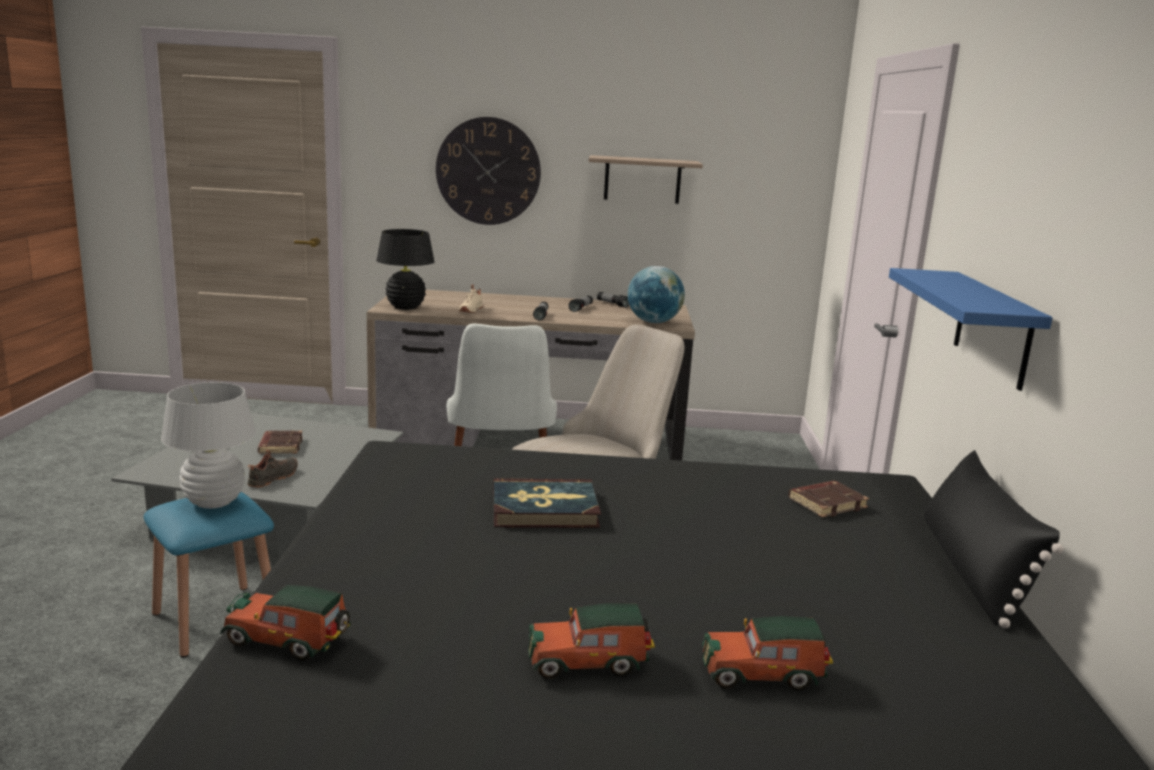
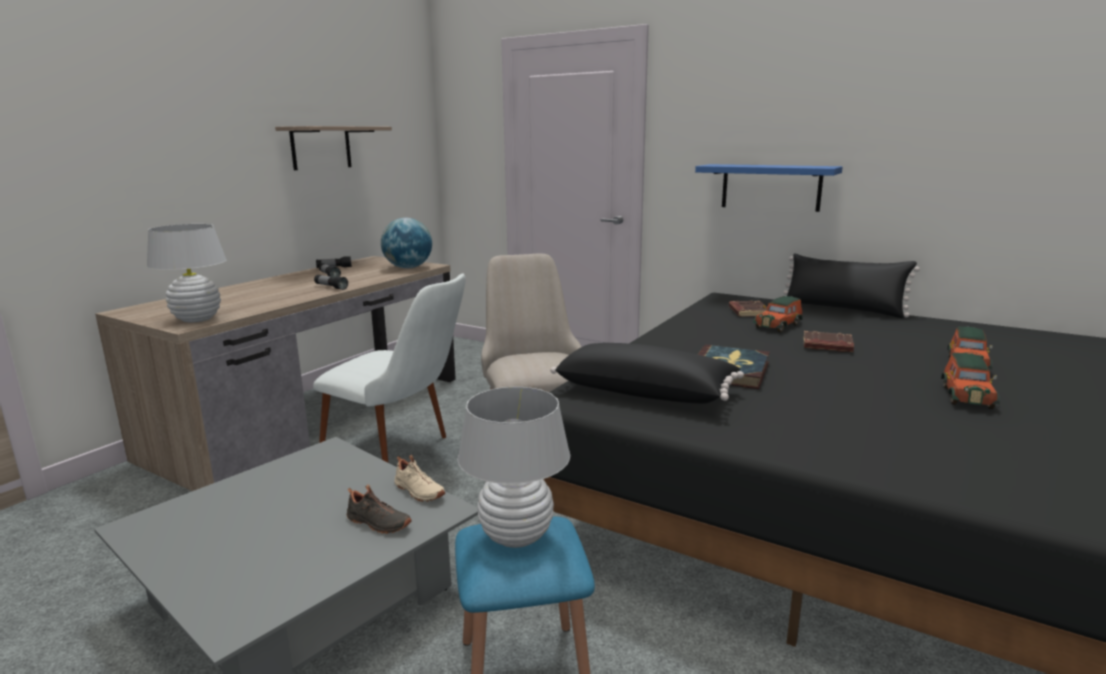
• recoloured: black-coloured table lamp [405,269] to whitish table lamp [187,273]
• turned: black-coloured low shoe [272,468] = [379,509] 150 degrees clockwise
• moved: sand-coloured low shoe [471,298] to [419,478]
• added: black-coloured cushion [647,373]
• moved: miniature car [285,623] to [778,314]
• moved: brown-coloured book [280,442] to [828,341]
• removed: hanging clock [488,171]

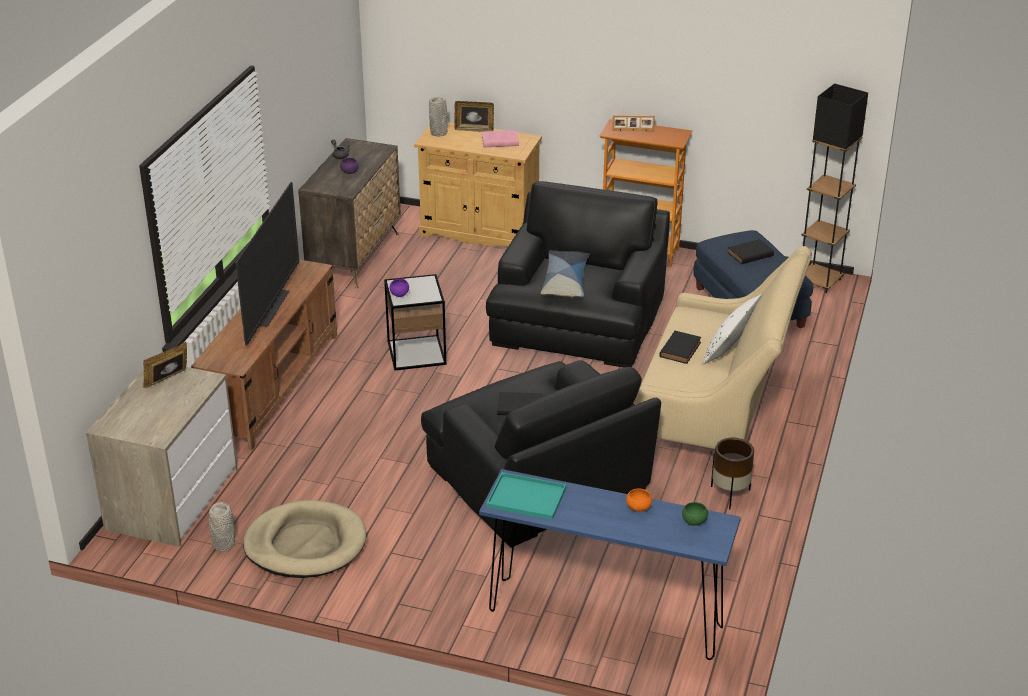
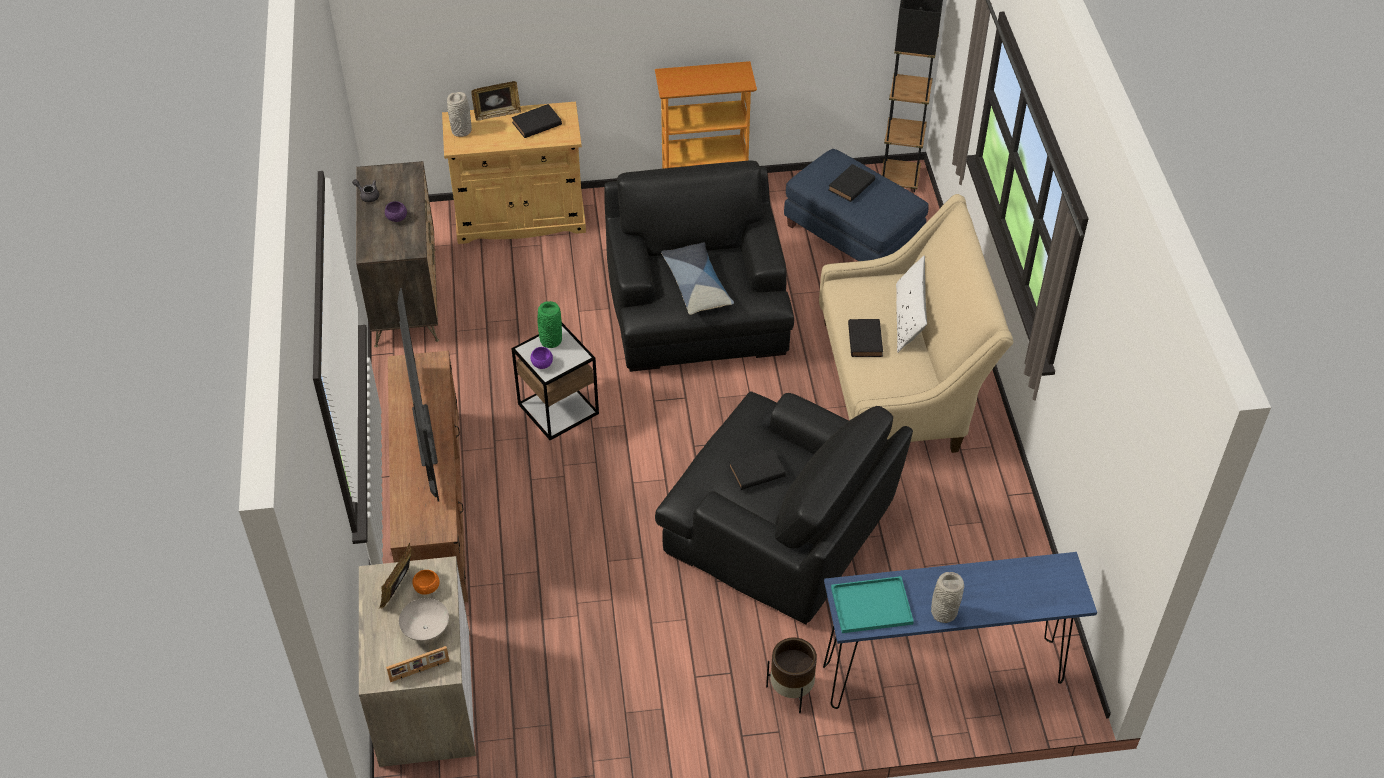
• moved: picture frame [633,123] to [417,664]
• added: whitish bowl [424,619]
• moved: orangey bowl [639,500] to [426,582]
• recoloured: pinkish book [500,138] to black-coloured book [537,121]
• added: green decorative vase [549,324]
• moved: brown-coloured plant pot [732,473] to [791,675]
• moved: gray decorative vase [222,527] to [947,597]
• removed: sand-coloured dog cushion [304,539]
• removed: green bowl [695,514]

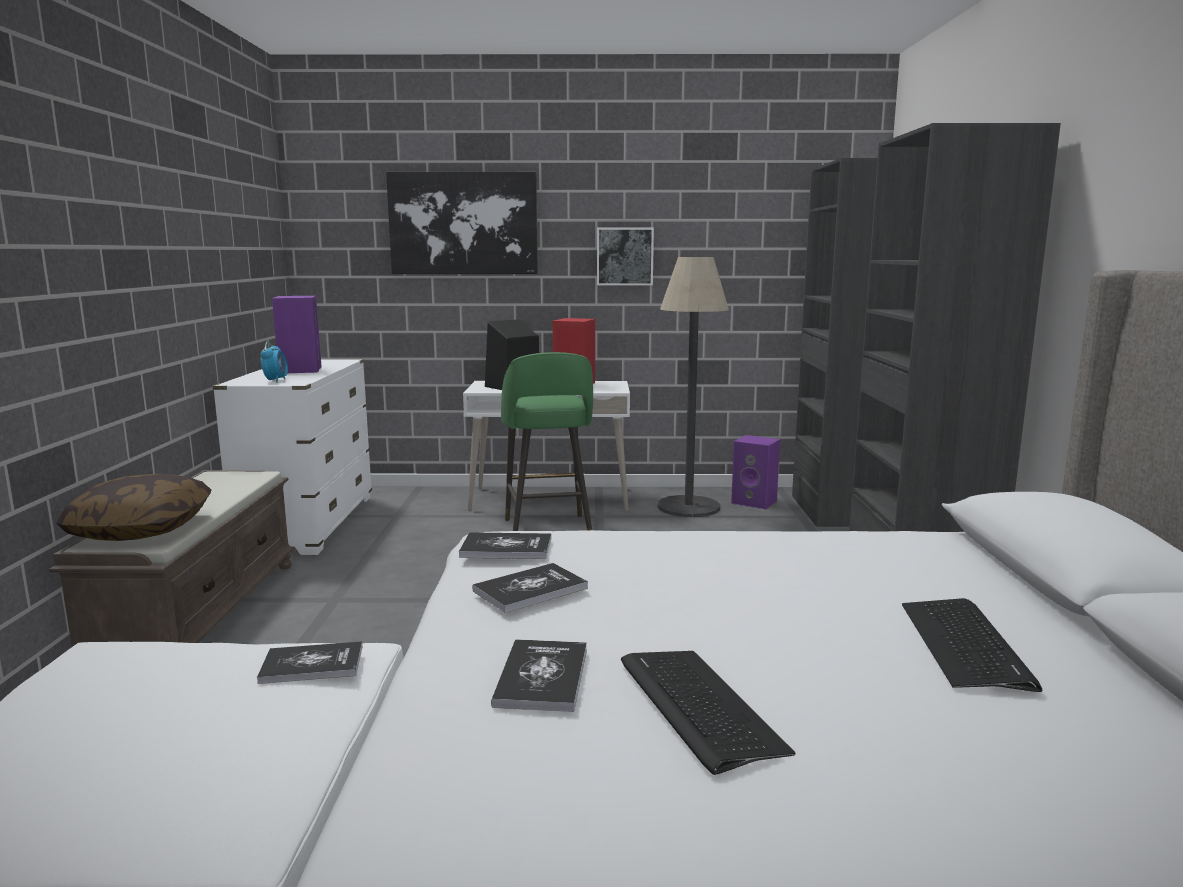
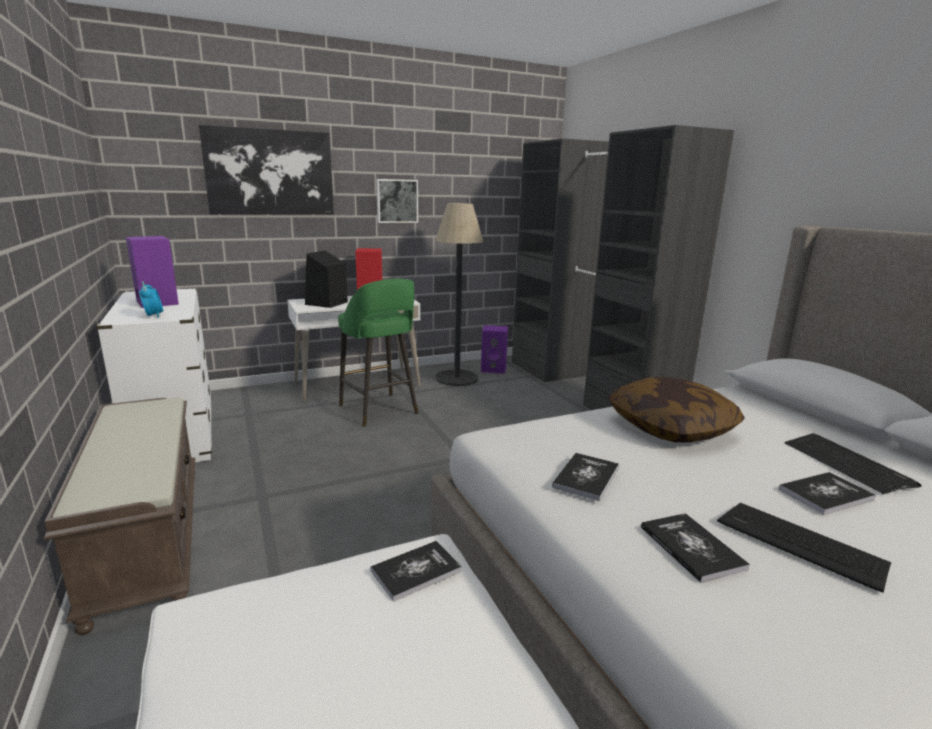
• moved: cushion [133,507] to [677,410]
• moved: book [505,545] to [827,493]

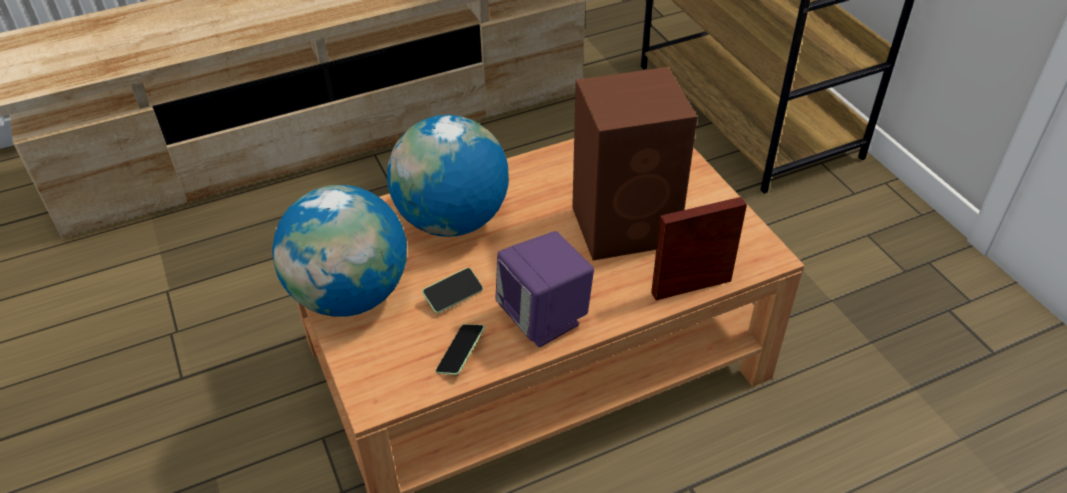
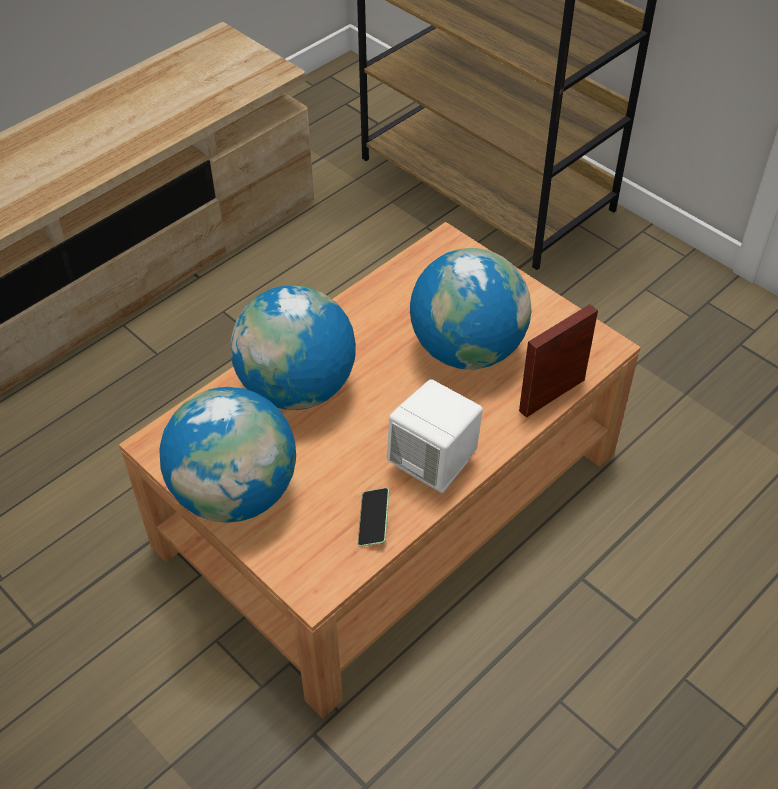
• recoloured: purple speaker [544,289] to whitish speaker [435,436]
• replaced: brown-coloured speaker [635,164] to world globe [470,308]
• removed: phone [452,290]

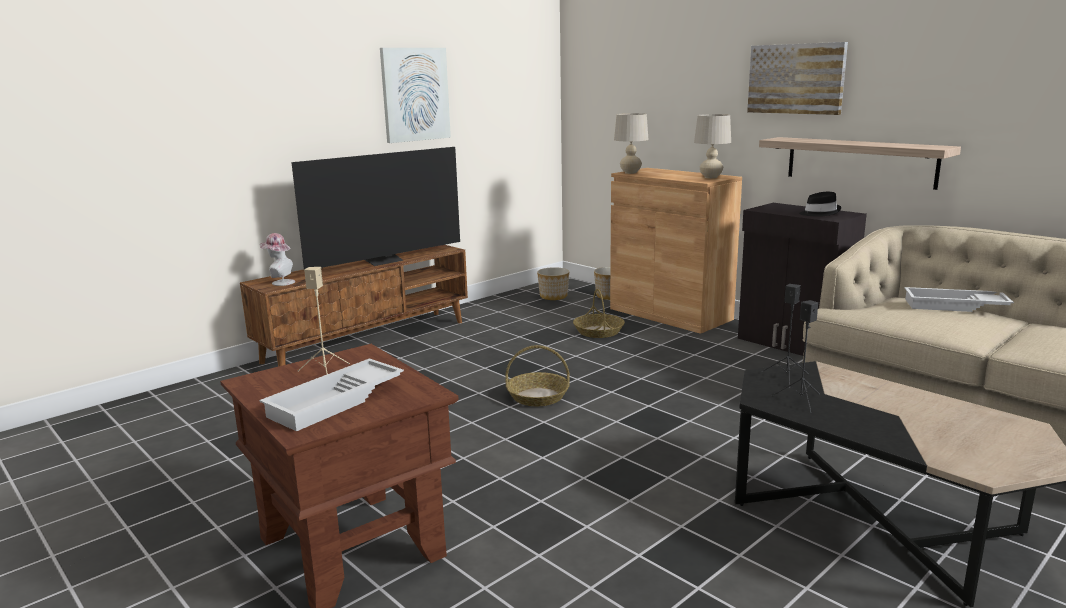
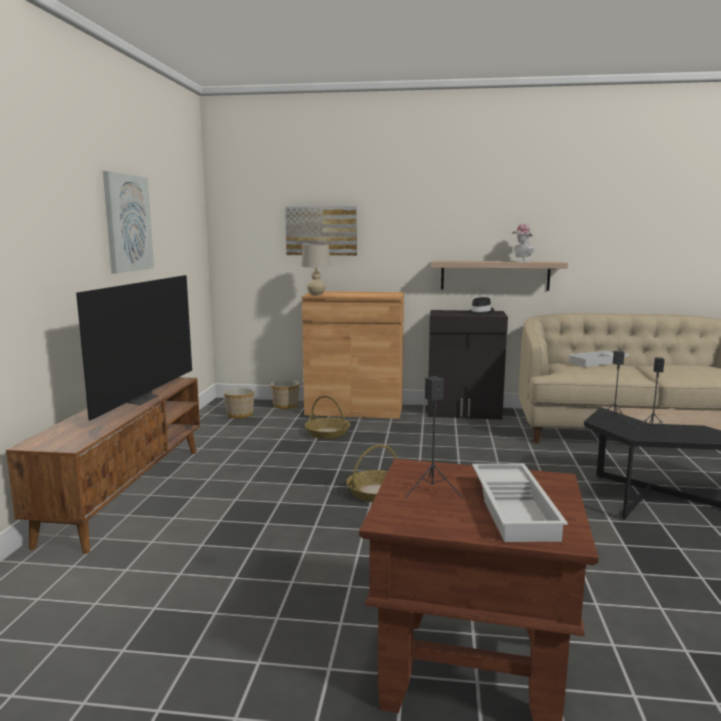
• moved: wall art [797,78] to [321,231]
• recoloured: sand-coloured speaker [324,320] to black-coloured speaker [434,437]
• moved: clothing hat [277,259] to [523,243]
• removed: sand-coloured table lamp [712,146]

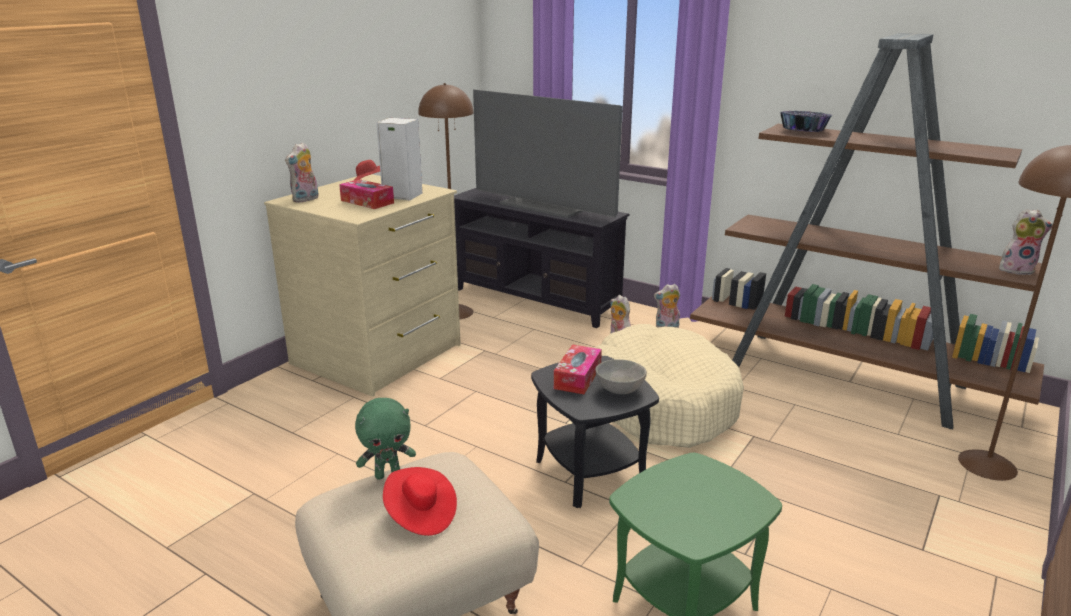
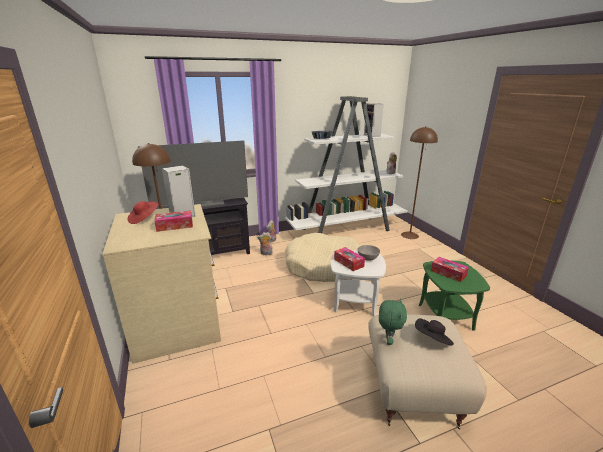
• recoloured: brown-coloured bookshelf [867,231] to whitish bookshelf [346,164]
• recoloured: black-coloured side table [595,432] to whitish side table [358,283]
• added: speaker [374,120]
• recoloured: red clothing hat [420,501] to black-coloured clothing hat [434,331]
• added: tissue box [450,269]
• removed: plush toy [302,172]

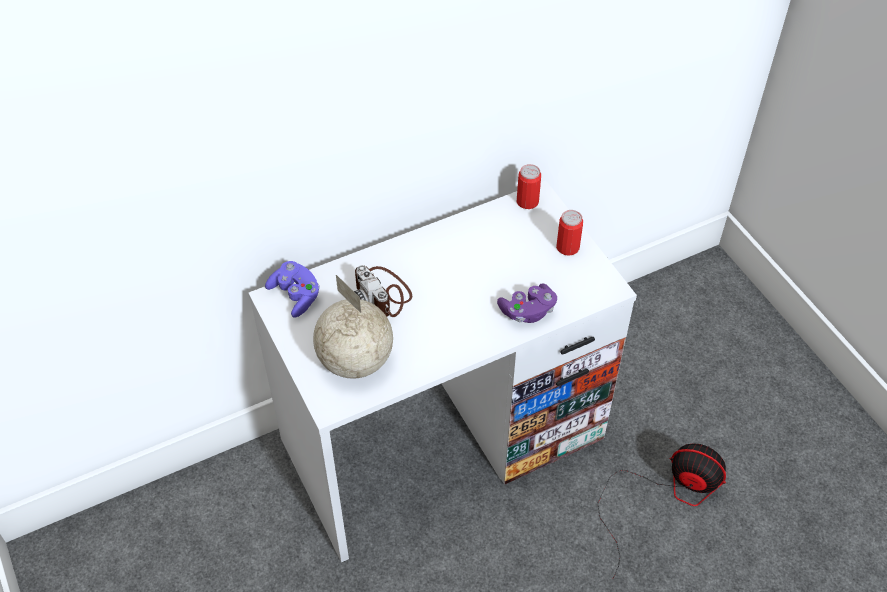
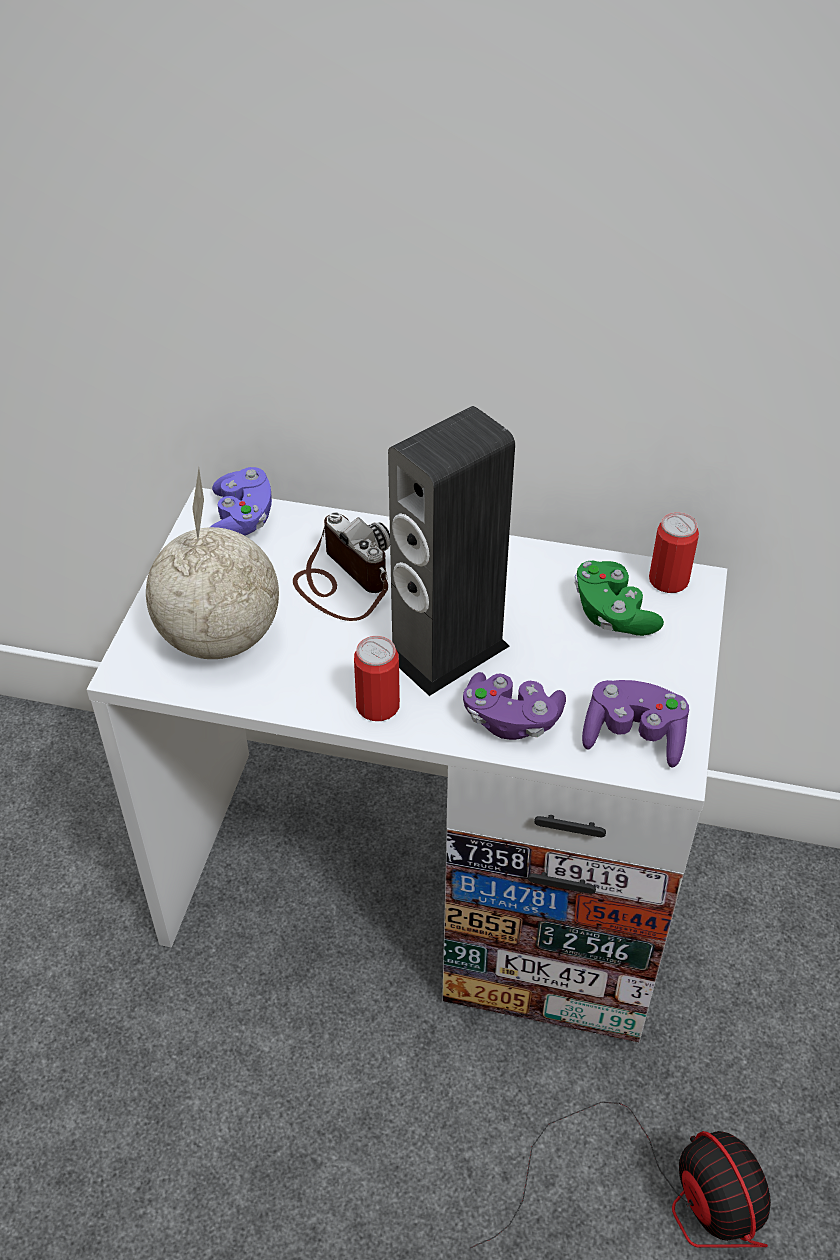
• turned: photo camera [383,291] = [341,566] 135 degrees clockwise
• moved: metal can [569,233] to [377,678]
• added: speaker [451,551]
• added: green joypad [619,598]
• added: purple joypad [635,724]

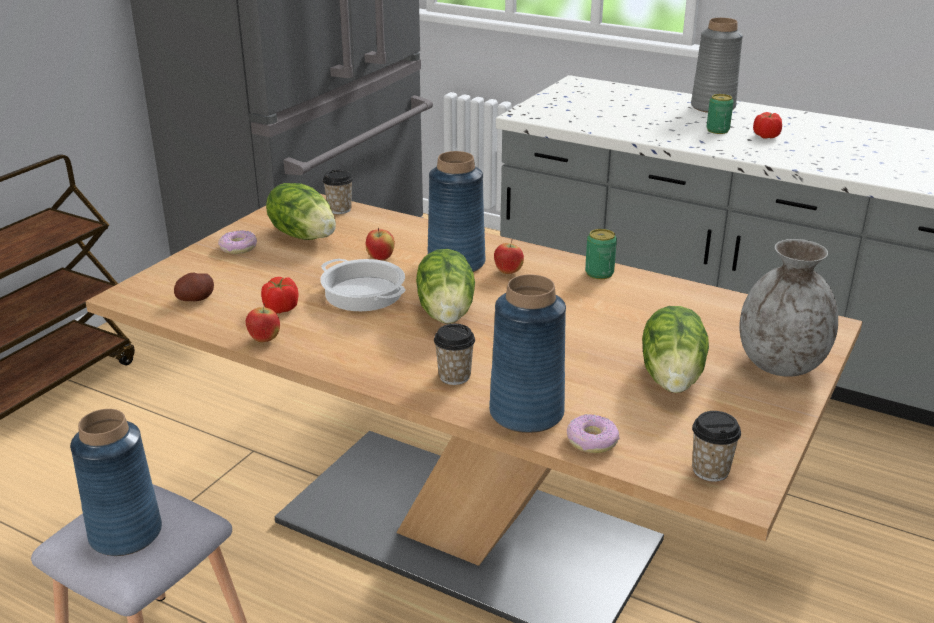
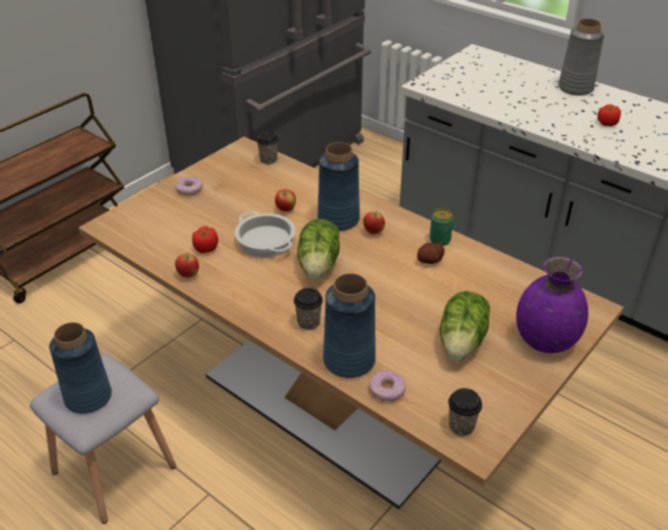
• moved: whole potato [194,287] to [430,253]
• recoloured: gray decorative vase [788,308] to purple decorative vase [552,305]
• removed: lettuce head [301,211]
• removed: metal can [720,114]

